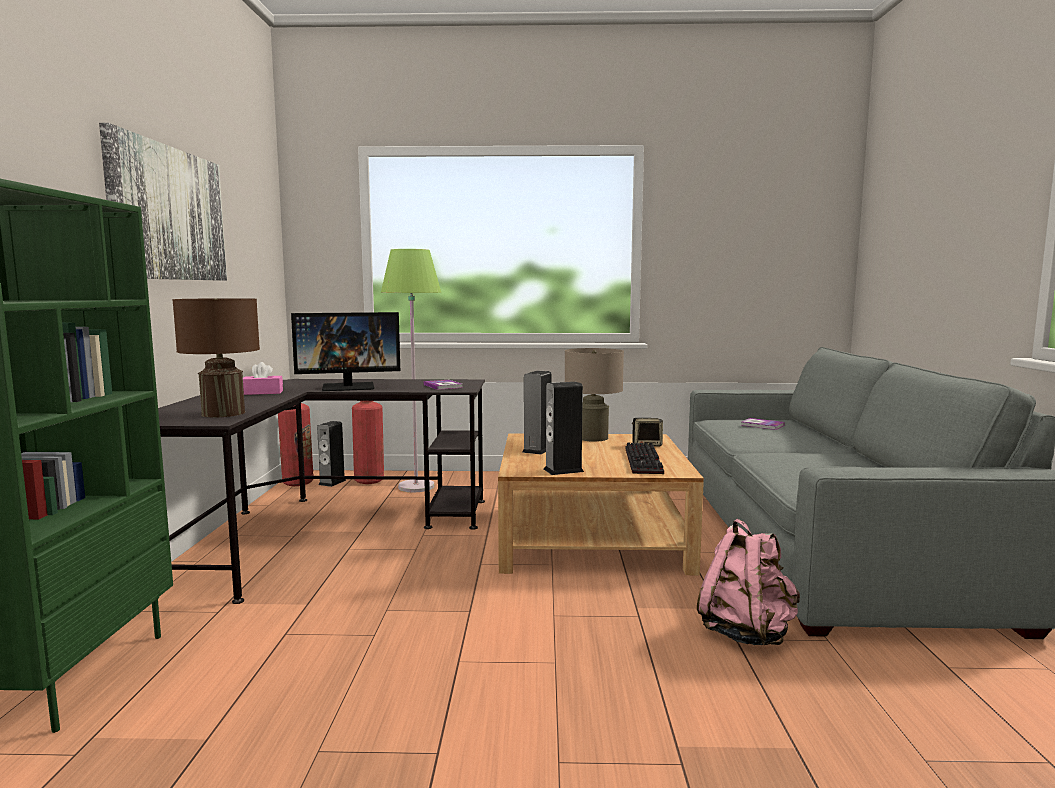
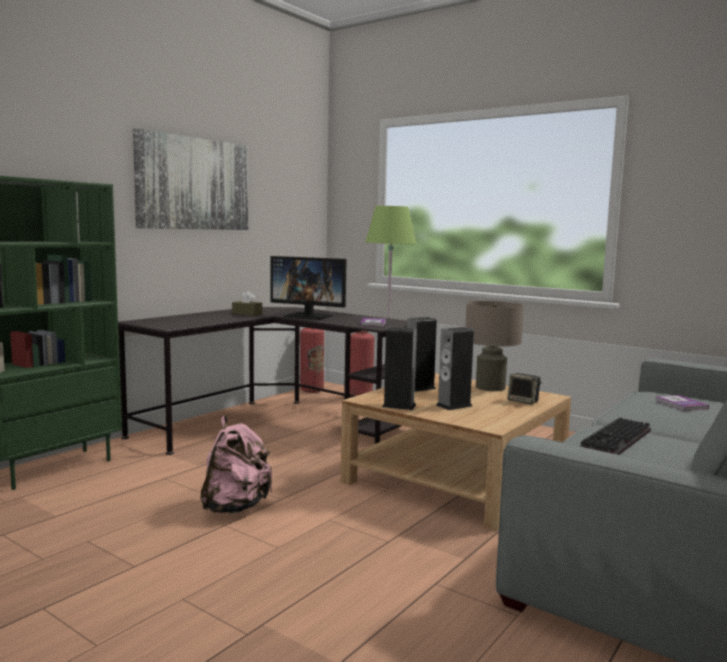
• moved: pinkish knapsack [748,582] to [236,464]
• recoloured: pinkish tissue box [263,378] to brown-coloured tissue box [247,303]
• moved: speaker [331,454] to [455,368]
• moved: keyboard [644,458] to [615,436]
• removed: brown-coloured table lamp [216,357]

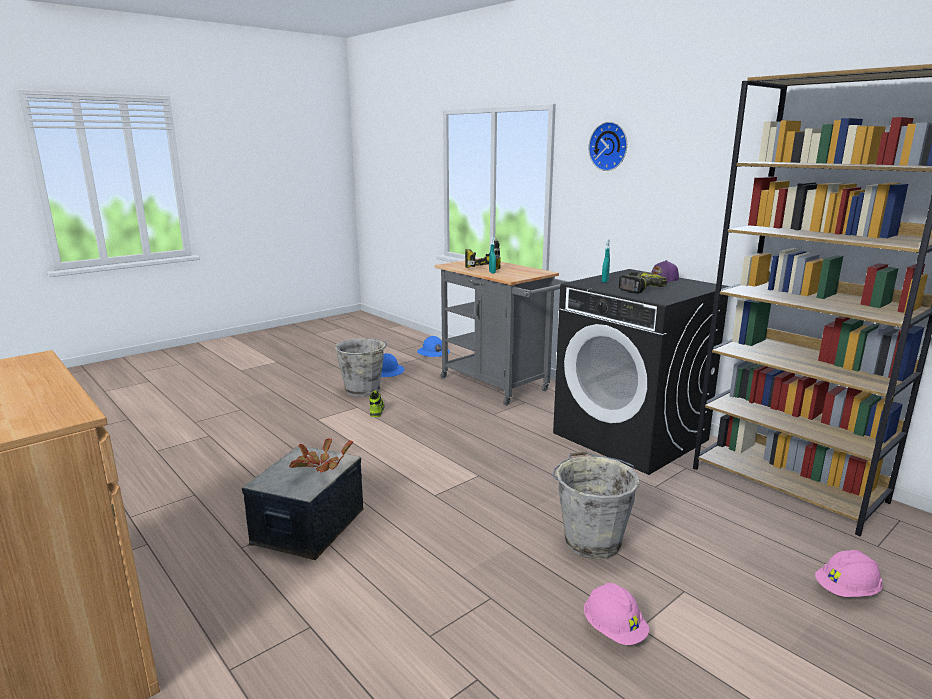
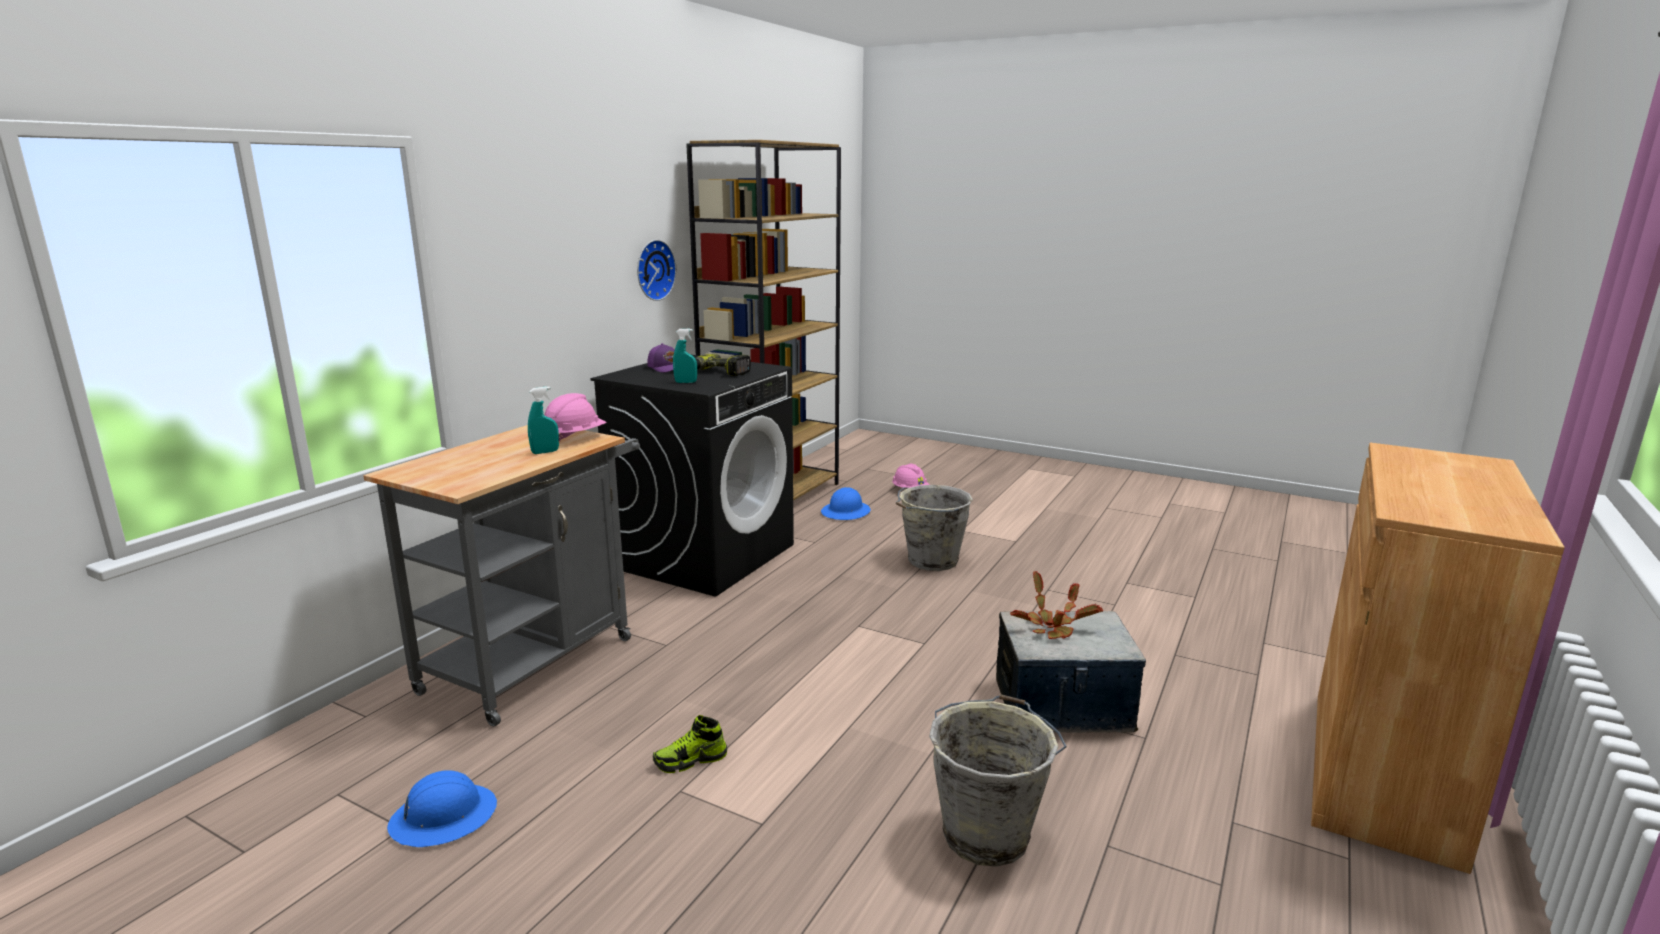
• moved: pinkish safety helmet [616,614] to [575,417]
• moved: hanging clock [607,146] to [657,270]
• moved: blue-coloured safety helmet [433,346] to [846,503]
• moved: gray water bucket [361,367] to [998,780]
• removed: drill [483,254]

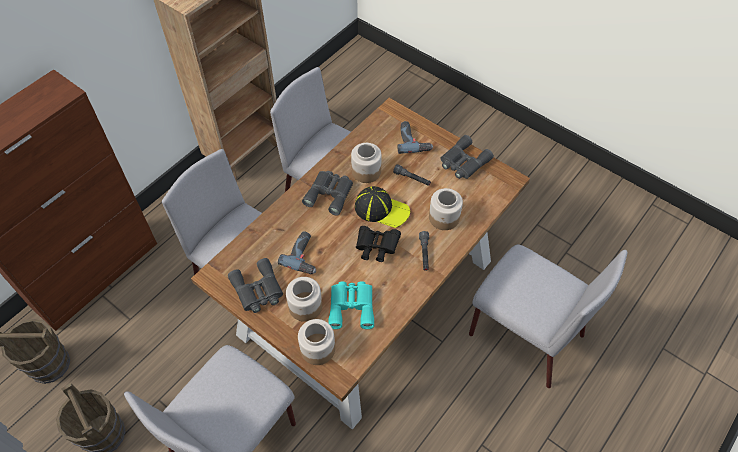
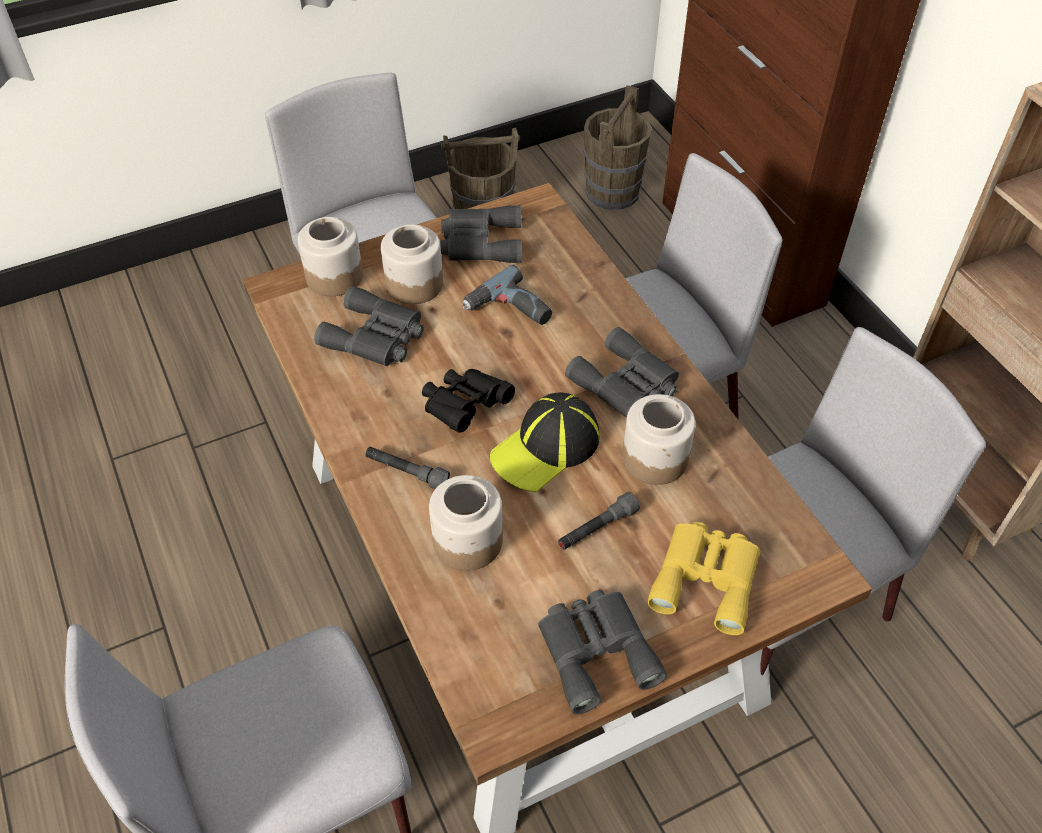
• recoloured: turquoise pair of binoculars [351,305] to gray pair of binoculars [369,326]
• replaced: drill [415,137] to yellow-coloured pair of binoculars [703,578]

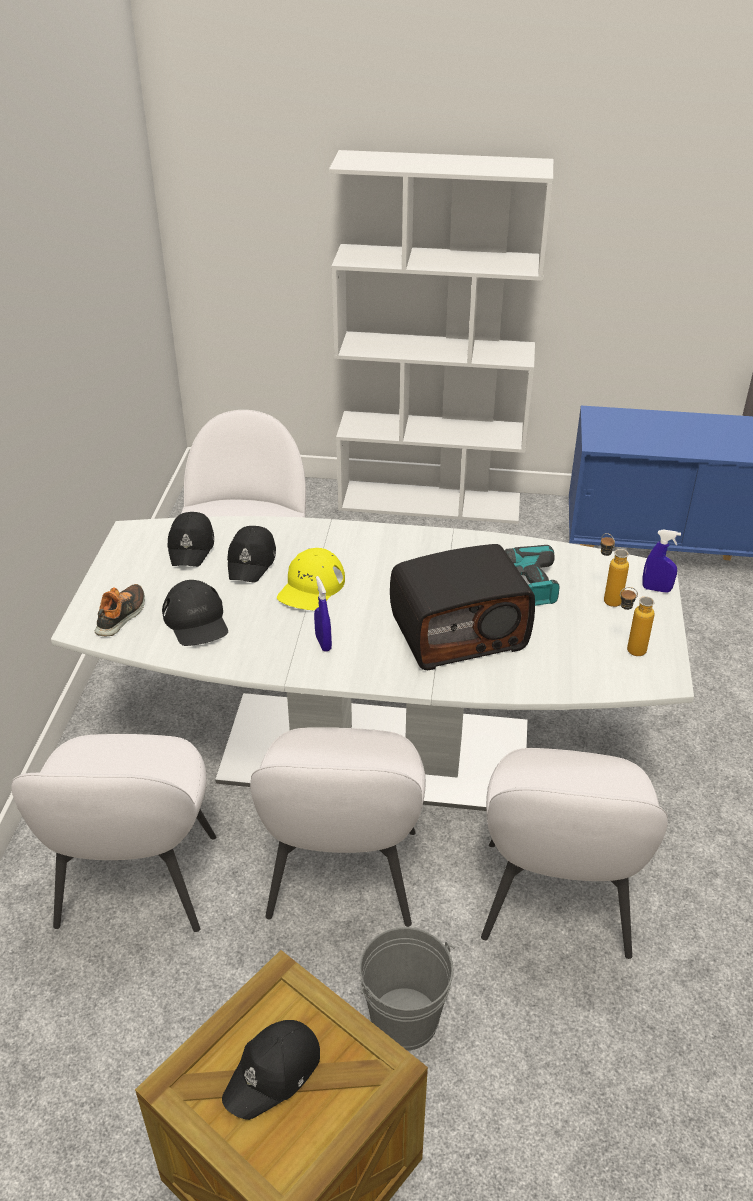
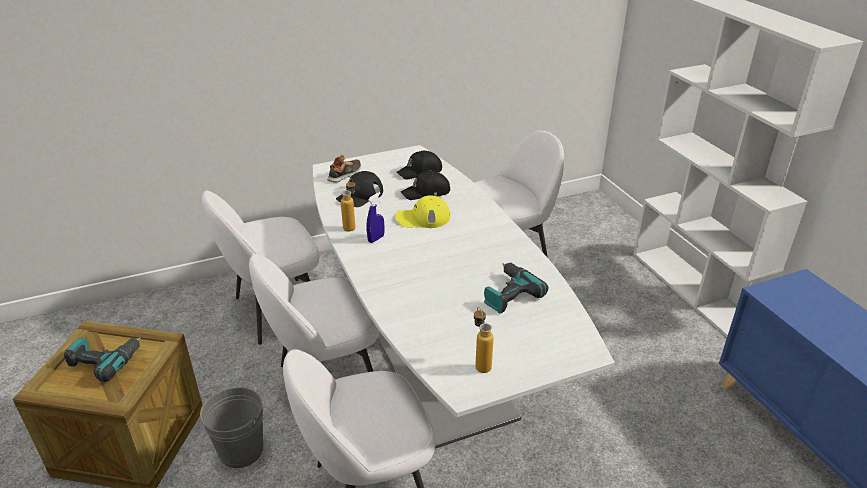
• replaced: black-coloured baseball cap [271,1070] to drill [102,359]
• turned: low shoe [120,610] = [344,169] 45 degrees counterclockwise
• moved: beverage bottle [615,570] to [348,204]
• removed: radio set [462,607]
• removed: blue-coloured spray bottle [661,561]

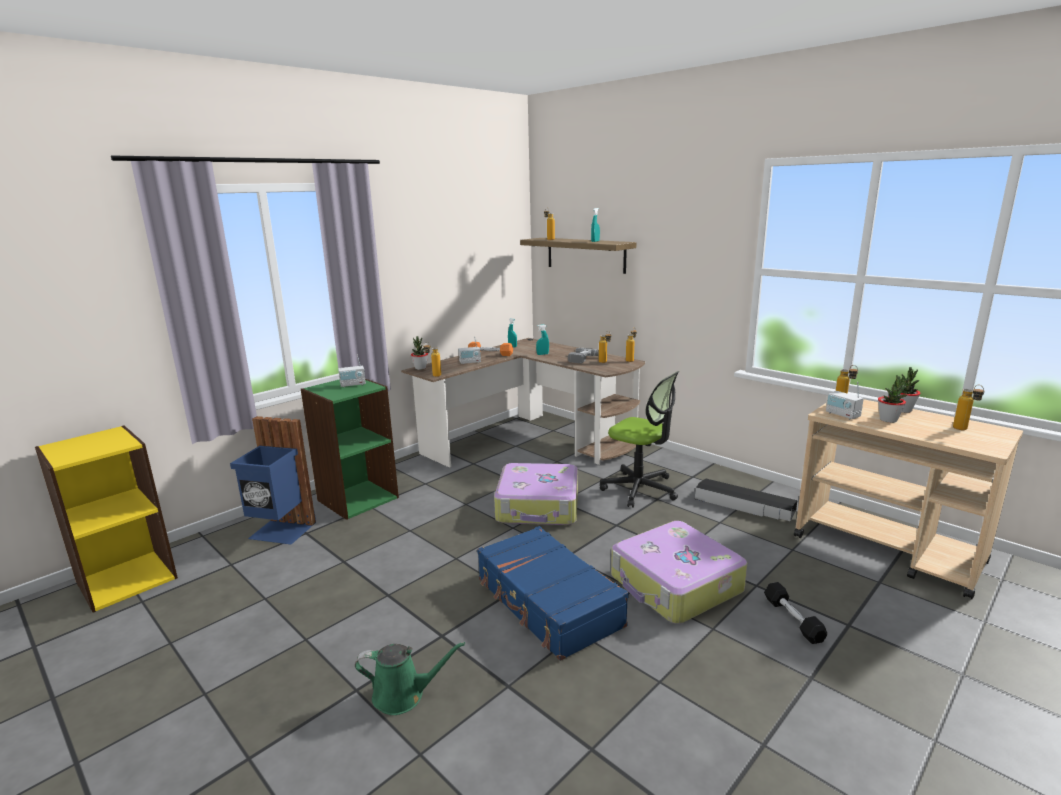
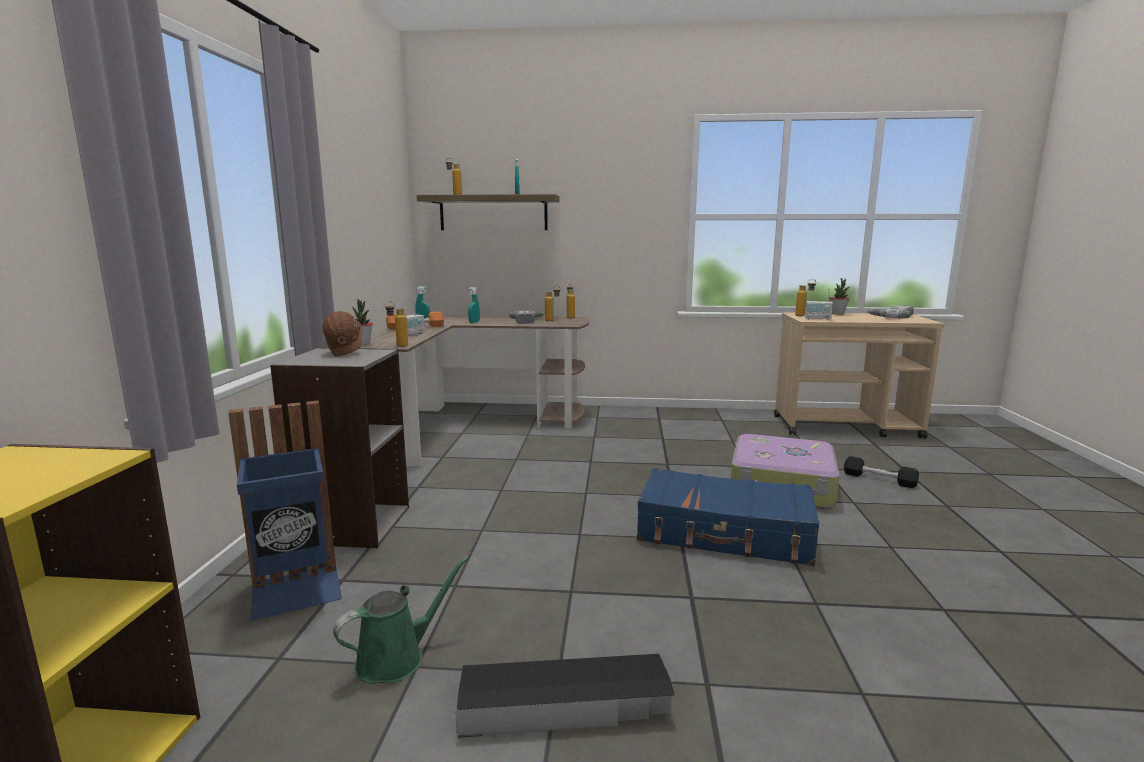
• recoloured: green bookshelf [350,449] to gray bookshelf [339,447]
• replaced: radio set [352,370] to brown-coloured safety helmet [342,333]
• moved: green sprinkling can [410,678] to [400,620]
• moved: black-coloured storage bin [746,500] to [565,696]
• replaced: beverage bottle [968,407] to drill [890,312]
• removed: travel case [536,494]
• removed: office chair [639,439]
• removed: houseplant [893,399]

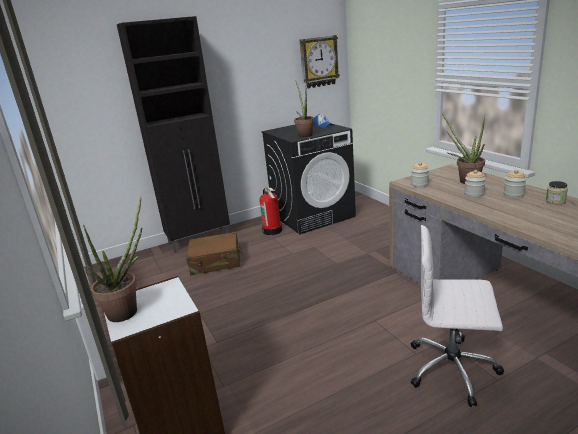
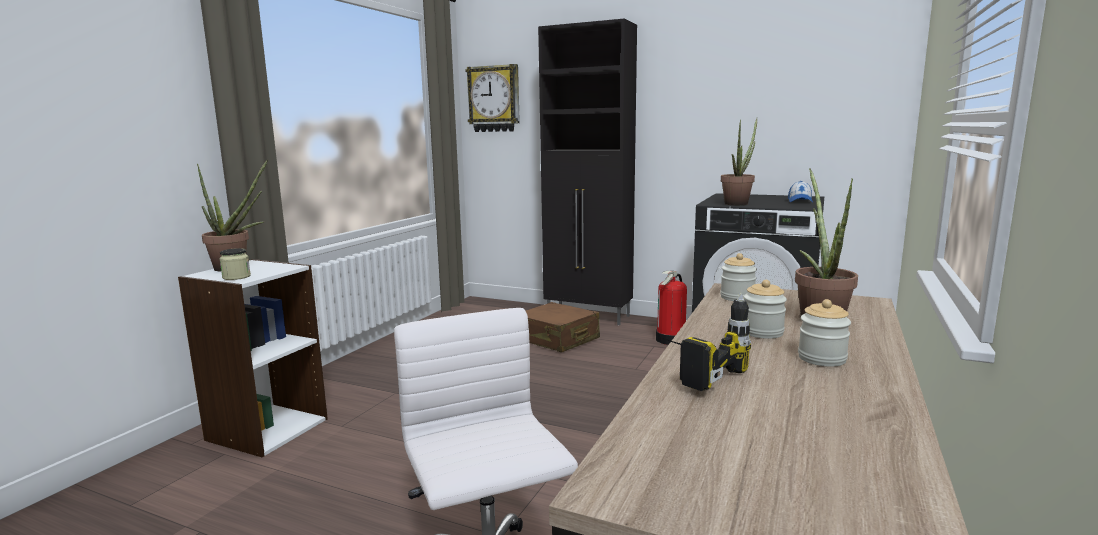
• moved: jar [557,192] to [235,264]
• moved: hanging clock [320,62] to [492,98]
• added: drill [703,342]

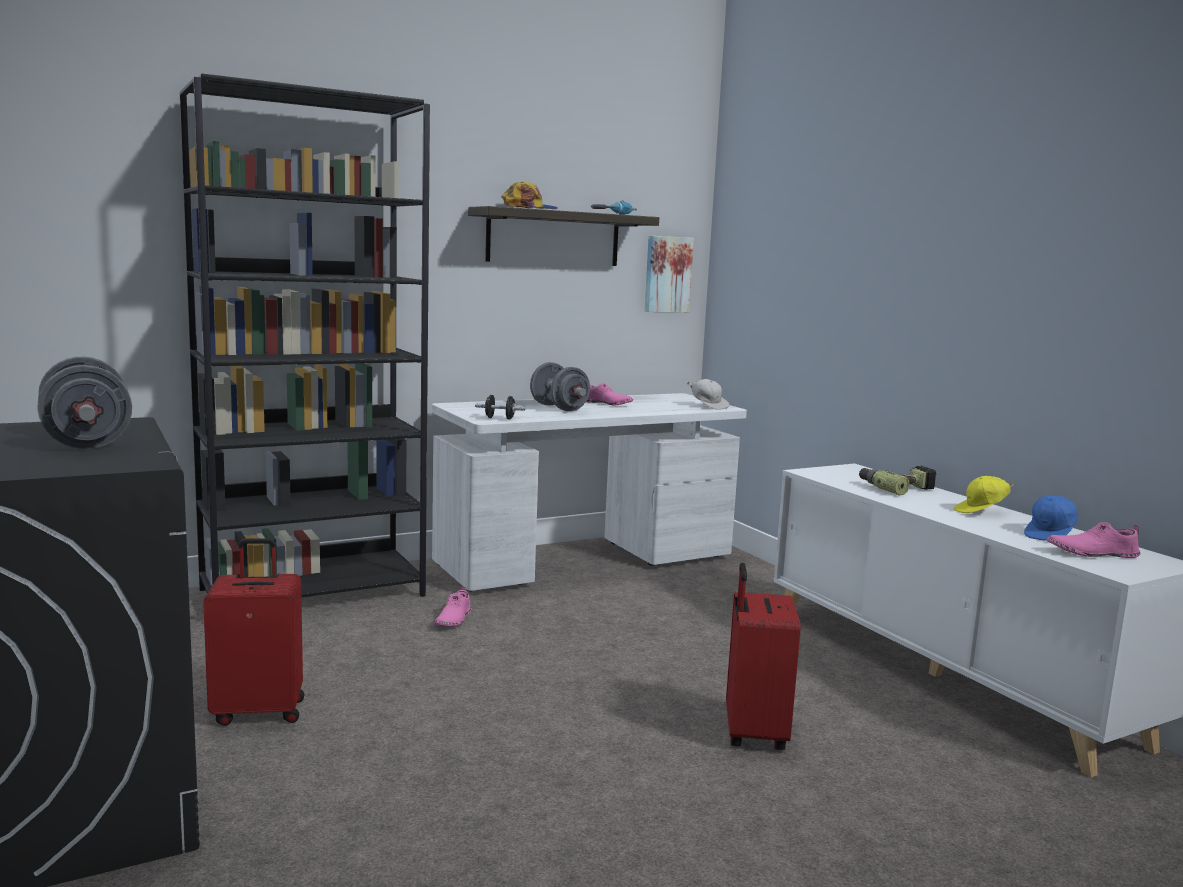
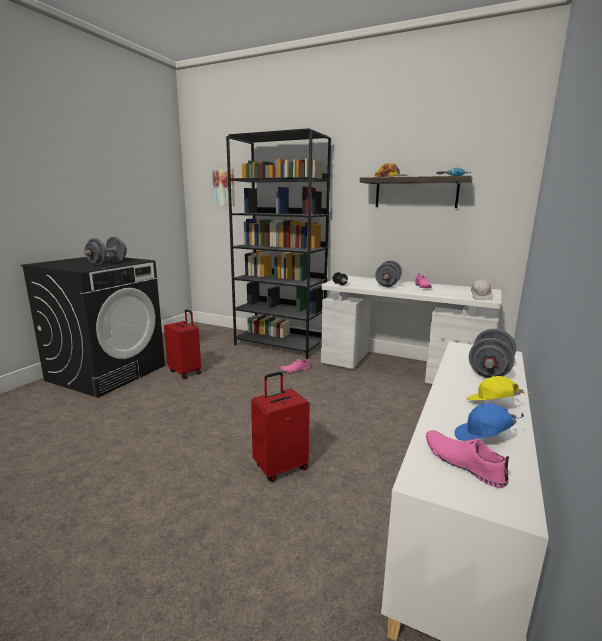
• moved: wall art [669,274] to [223,187]
• replaced: drill [898,480] to gray free weight [492,353]

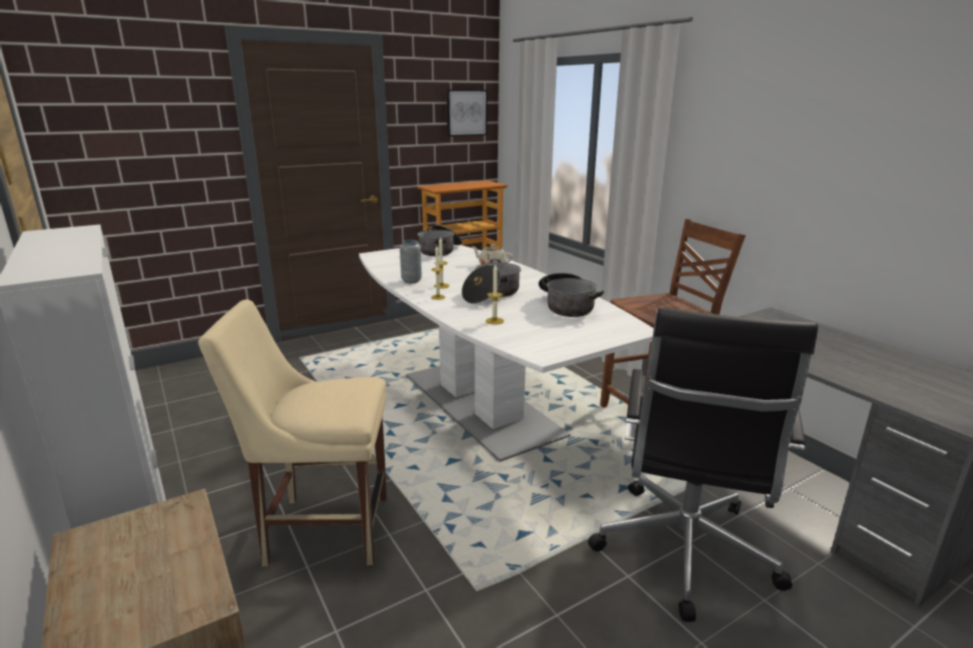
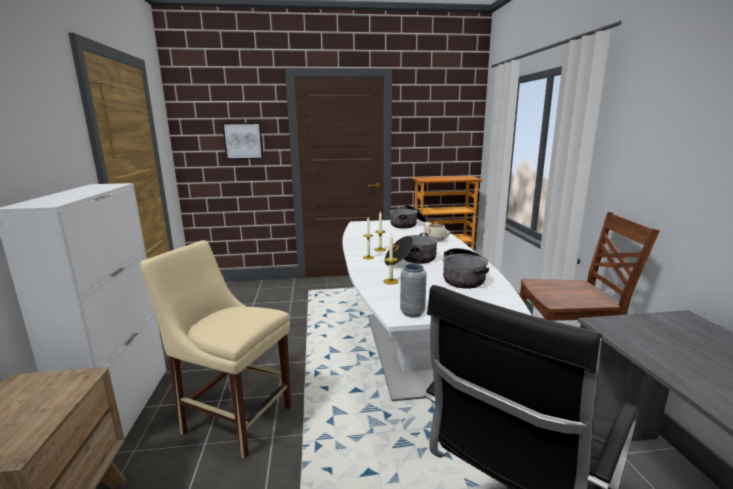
• moved: wall art [466,113] to [243,141]
• moved: gray decorative vase [411,261] to [413,290]

